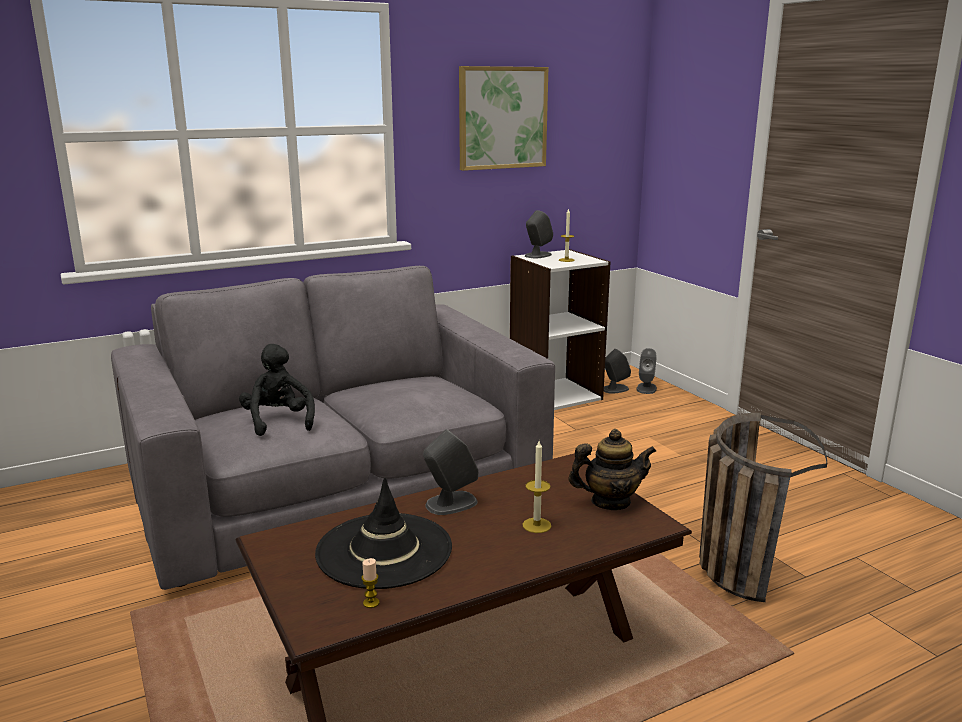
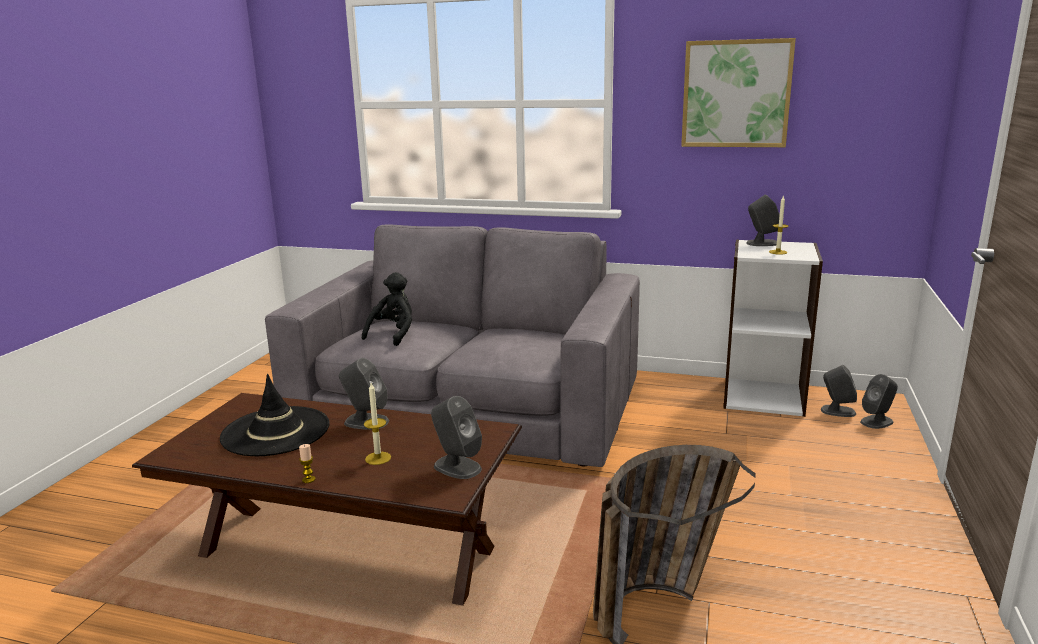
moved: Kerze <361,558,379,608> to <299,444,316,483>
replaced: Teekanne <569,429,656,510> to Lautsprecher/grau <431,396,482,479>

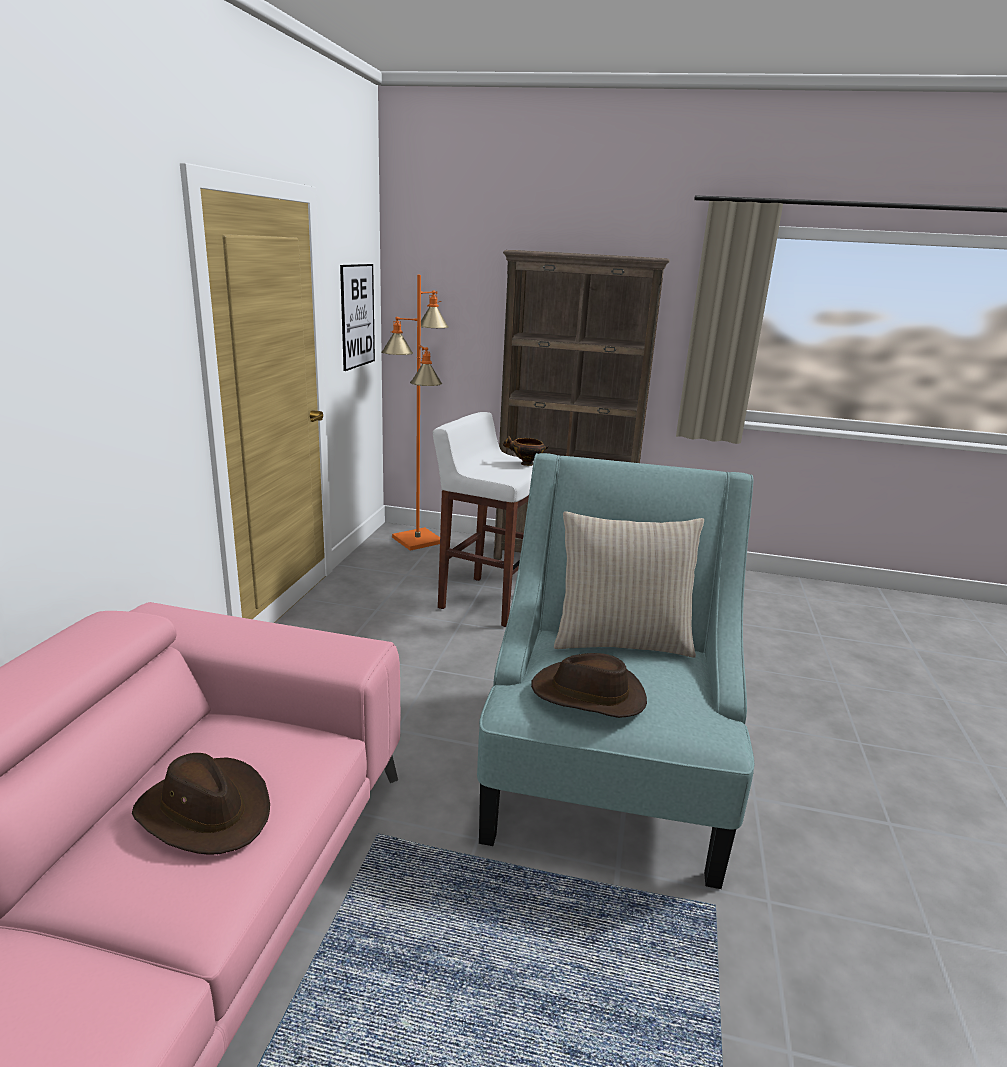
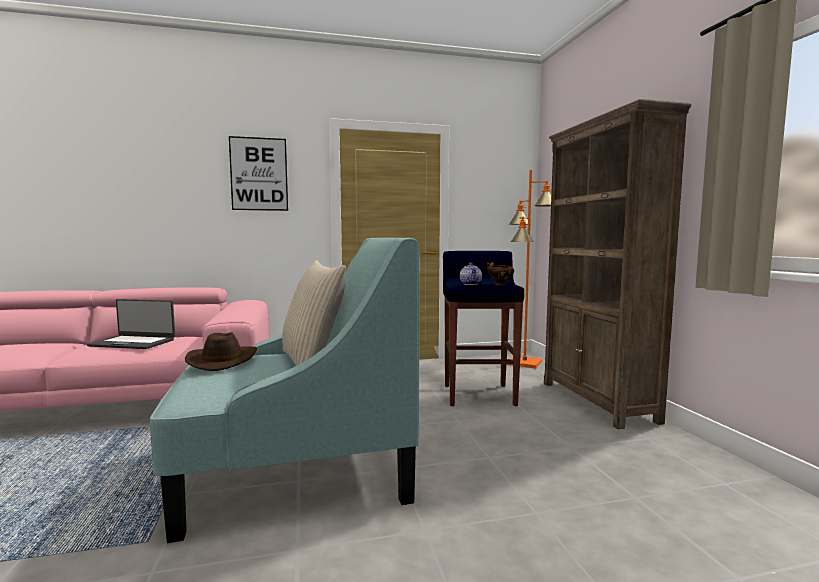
added: Teekanne <460,262,482,285>
moved: Bild <340,264,375,371> to <229,136,288,211>
replaced: Hut/braun <132,753,270,855> to Laptop <87,299,175,349>
recoloured: Hocker/weiß <433,412,534,627> to Hocker/blau <443,251,524,406>

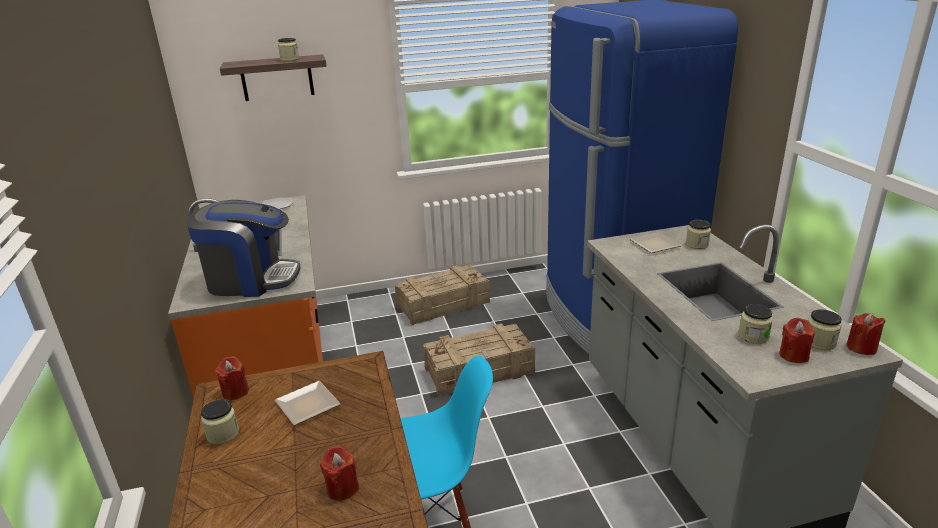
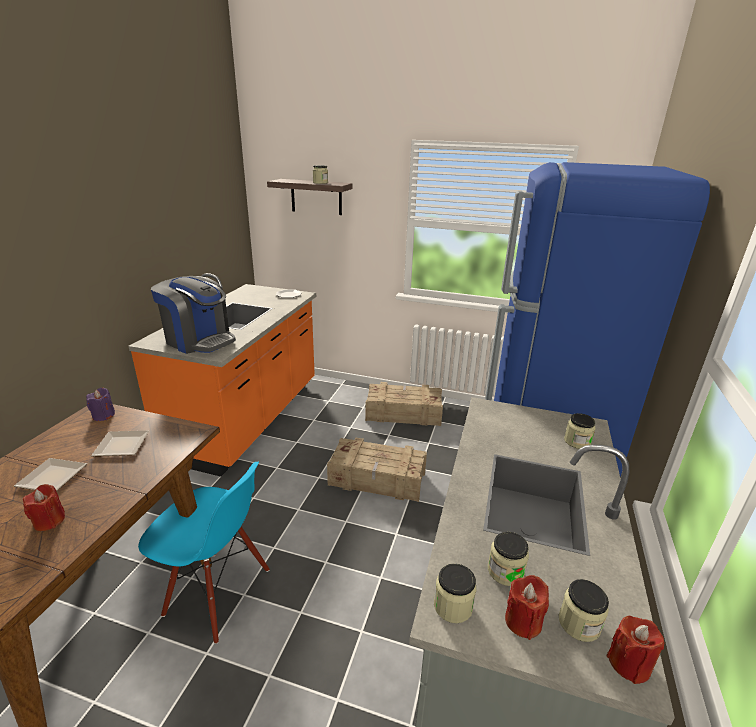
moved: Teller <630,232,682,253> to <14,458,87,491>; Vorratsglas <201,399,239,444> to <434,563,476,623>
recoloured: Kerze/rot <215,356,249,400> to Kerze/lila <86,388,115,421>

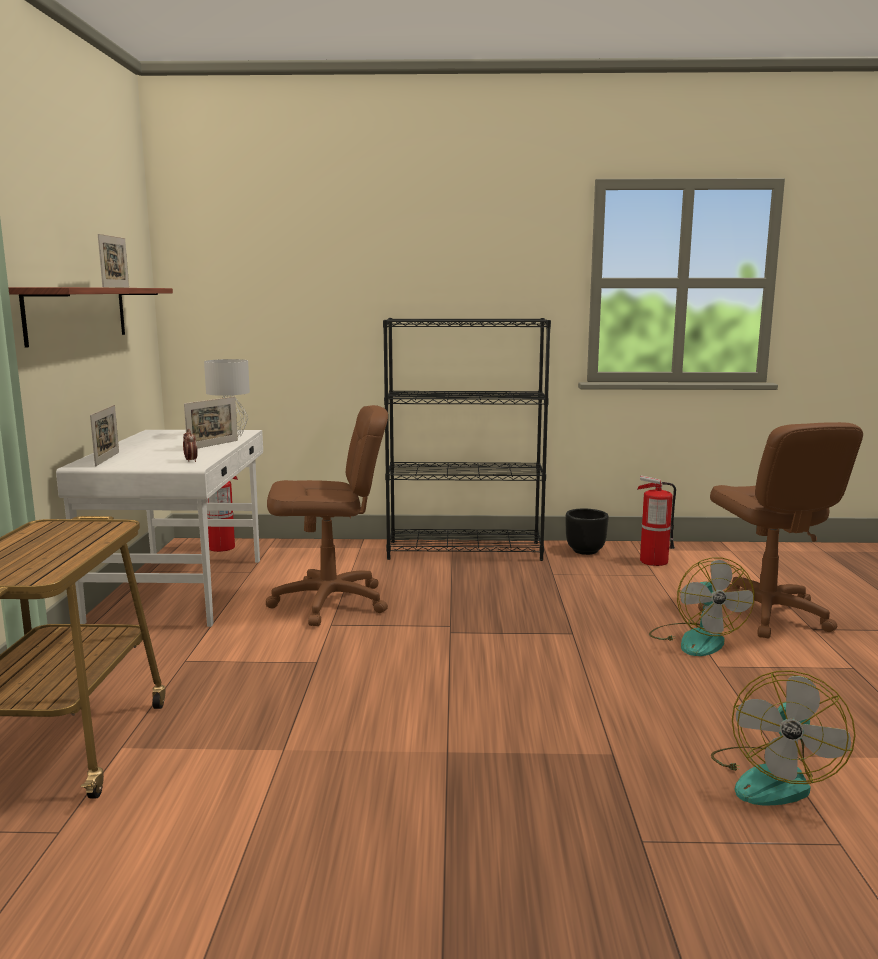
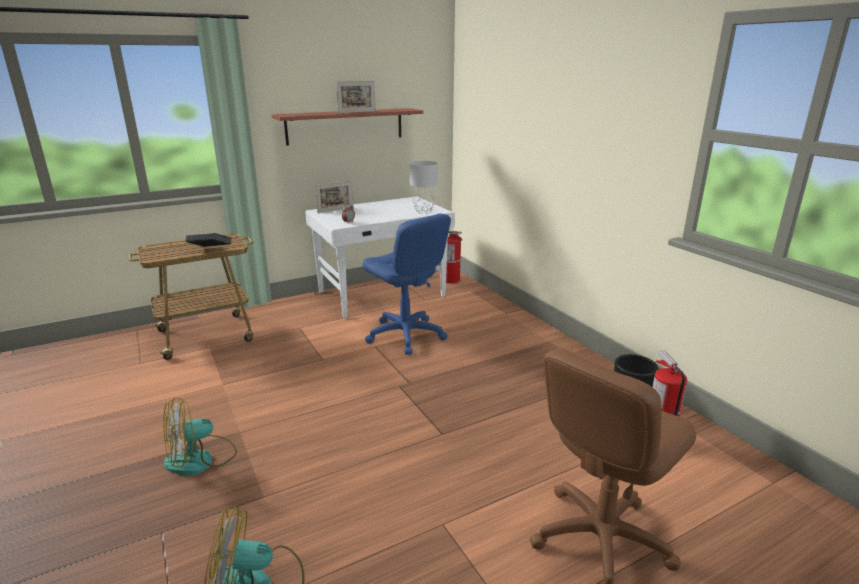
removed: Bilderrahmen <184,396,238,449>; Bücherregal/schwarz <383,318,551,561>
added: Buch <186,233,232,247>
moved: Ventilator <649,557,755,656> to <163,397,237,475>
recoloured: Bürostuhl/braun <266,405,388,626> to Bürostuhl/blau <362,213,451,355>

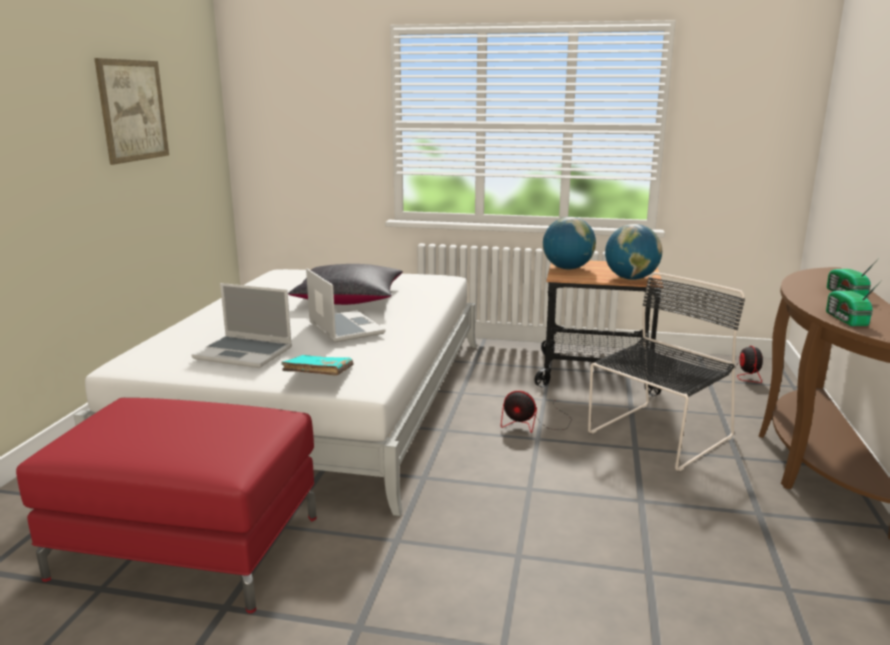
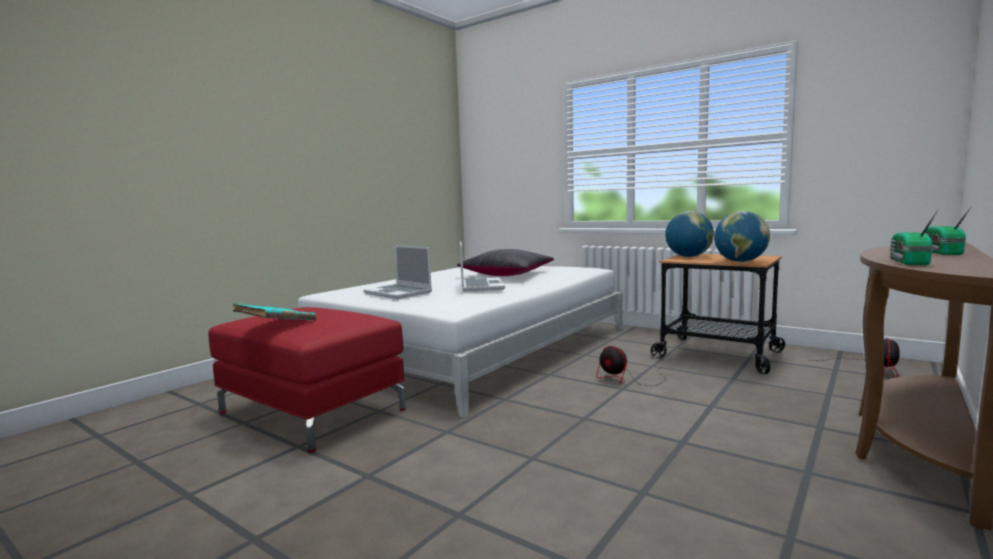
removed: Bild <94,58,169,165>; Stuhl/schwarz <588,272,745,471>
moved: Buch/türkis <281,355,353,376> to <232,303,316,321>

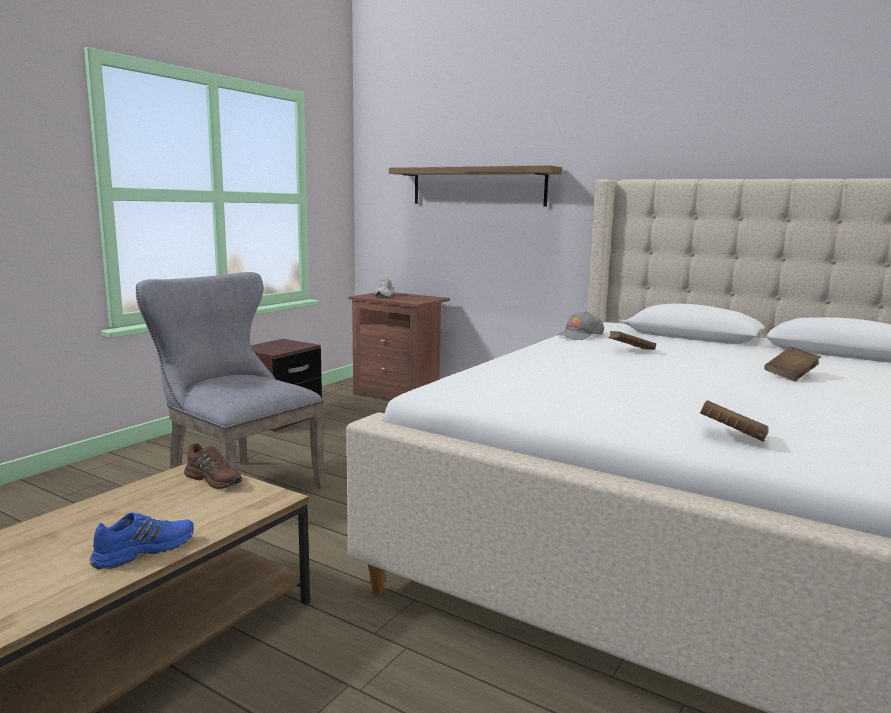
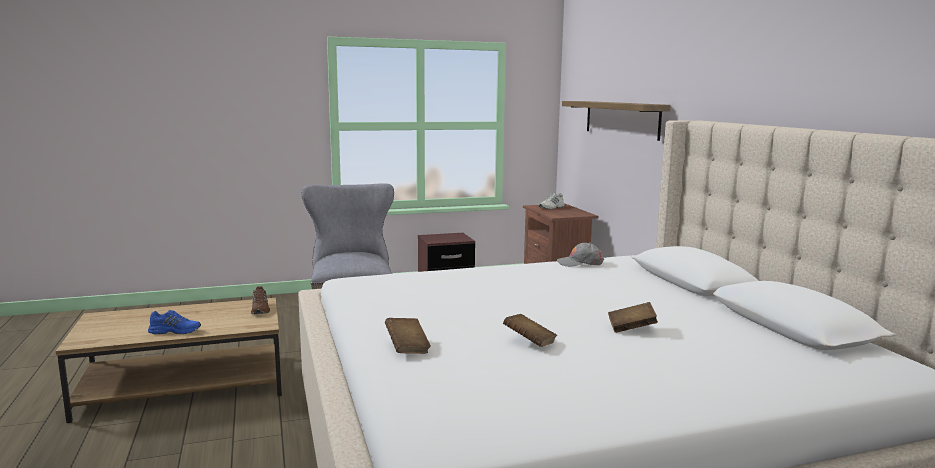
moved: Buch/braun <608,331,656,350> to <503,314,557,347>

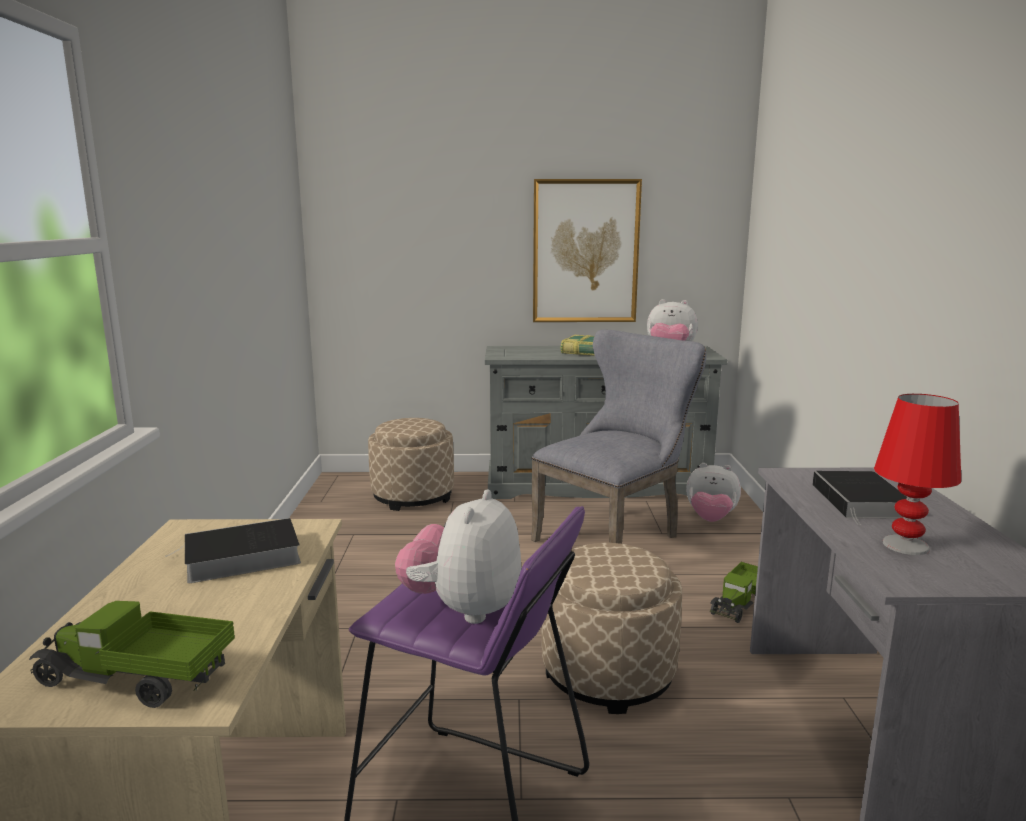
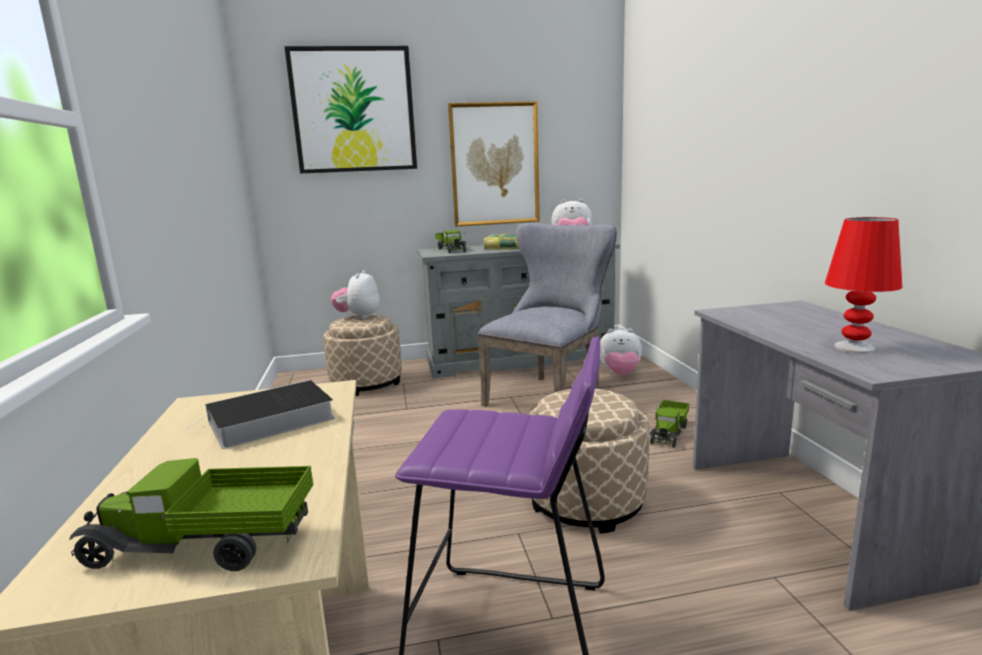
removed: Buch <812,471,907,525>
added: Bild <284,46,417,173>; Spielzeuglaster <435,230,466,253>
moved: Plüschtier <395,489,522,624> to <331,270,380,319>

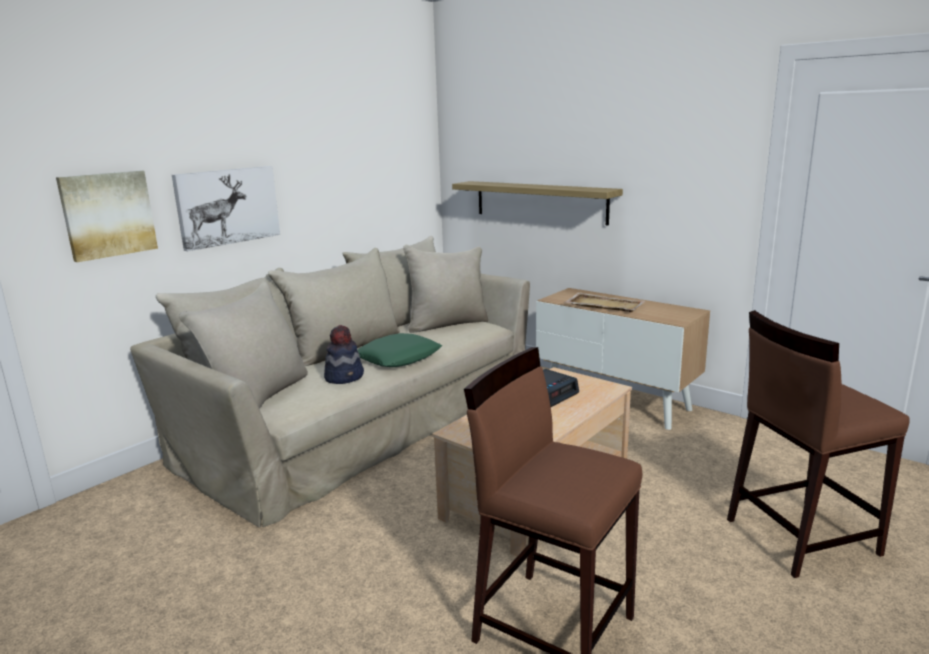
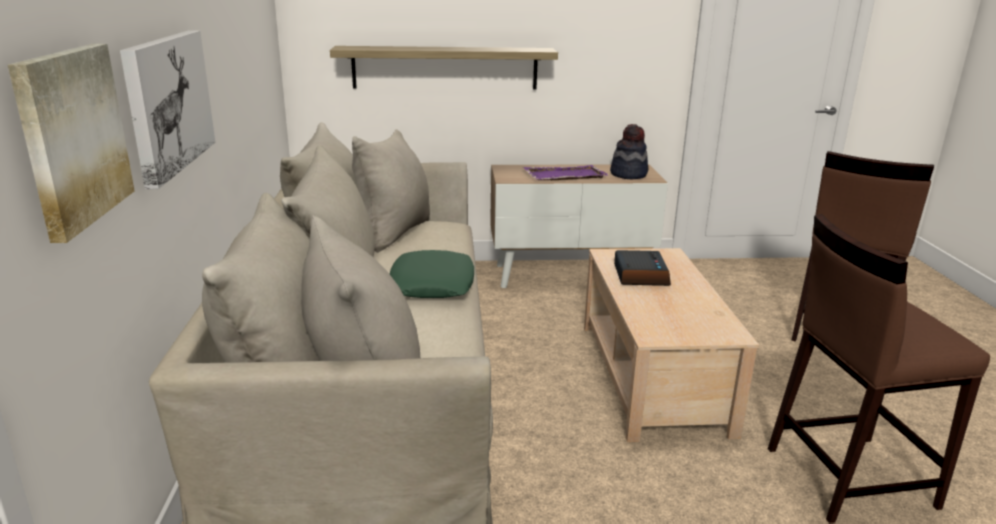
moved: Hut <324,325,364,384> to <610,124,649,179>
recoloured: Tablett/beige <564,292,645,312> to Tablett/lila <523,165,608,180>

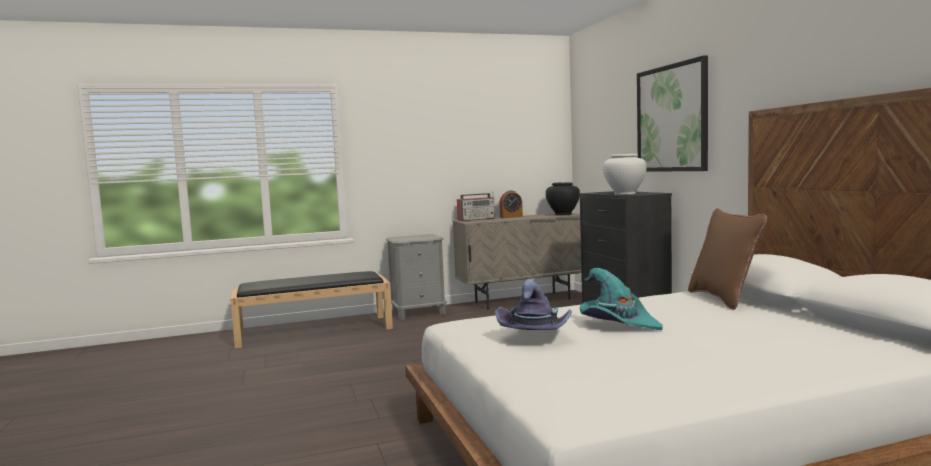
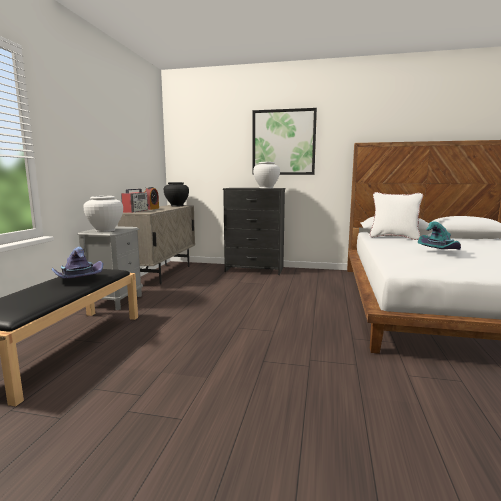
added: Vase/weiß <83,196,123,232>
moved: Hut/lila <495,280,572,330> to <51,247,103,279>
recoloured: Kissen/braun <688,208,767,310> to Kissen/weiß <370,192,423,240>

